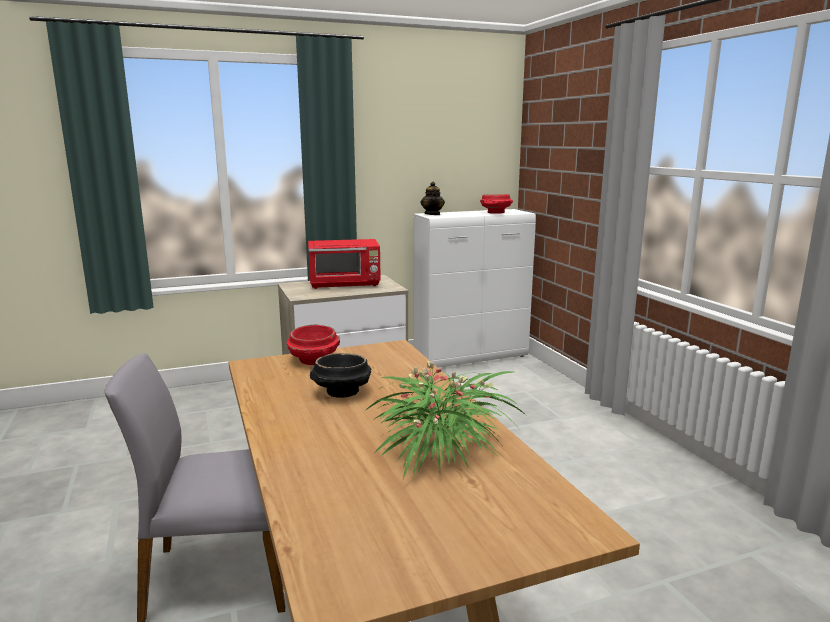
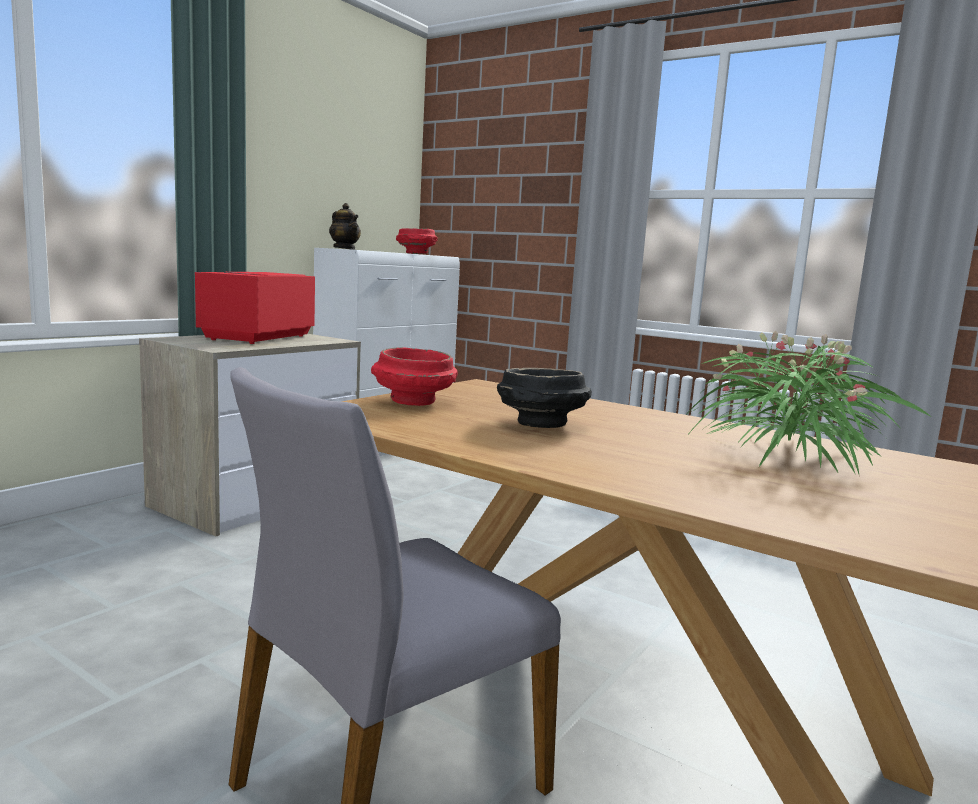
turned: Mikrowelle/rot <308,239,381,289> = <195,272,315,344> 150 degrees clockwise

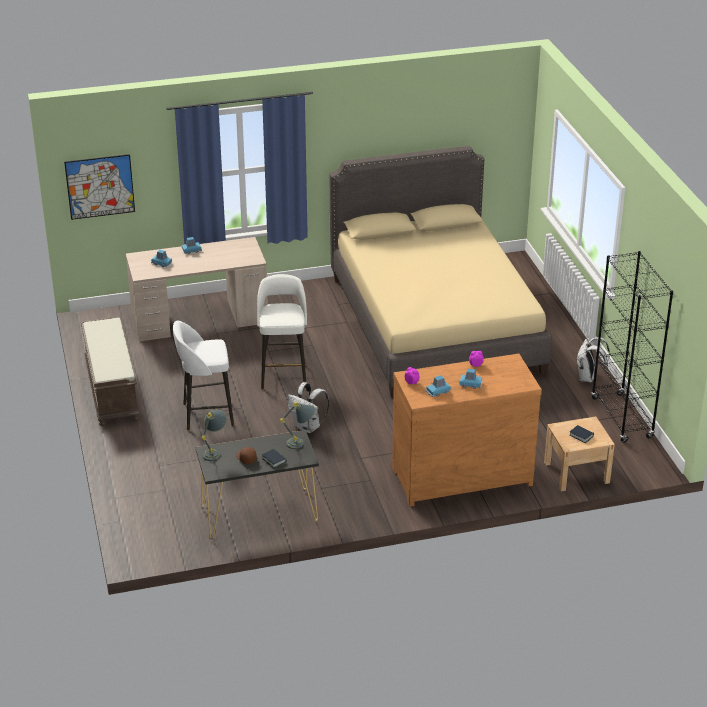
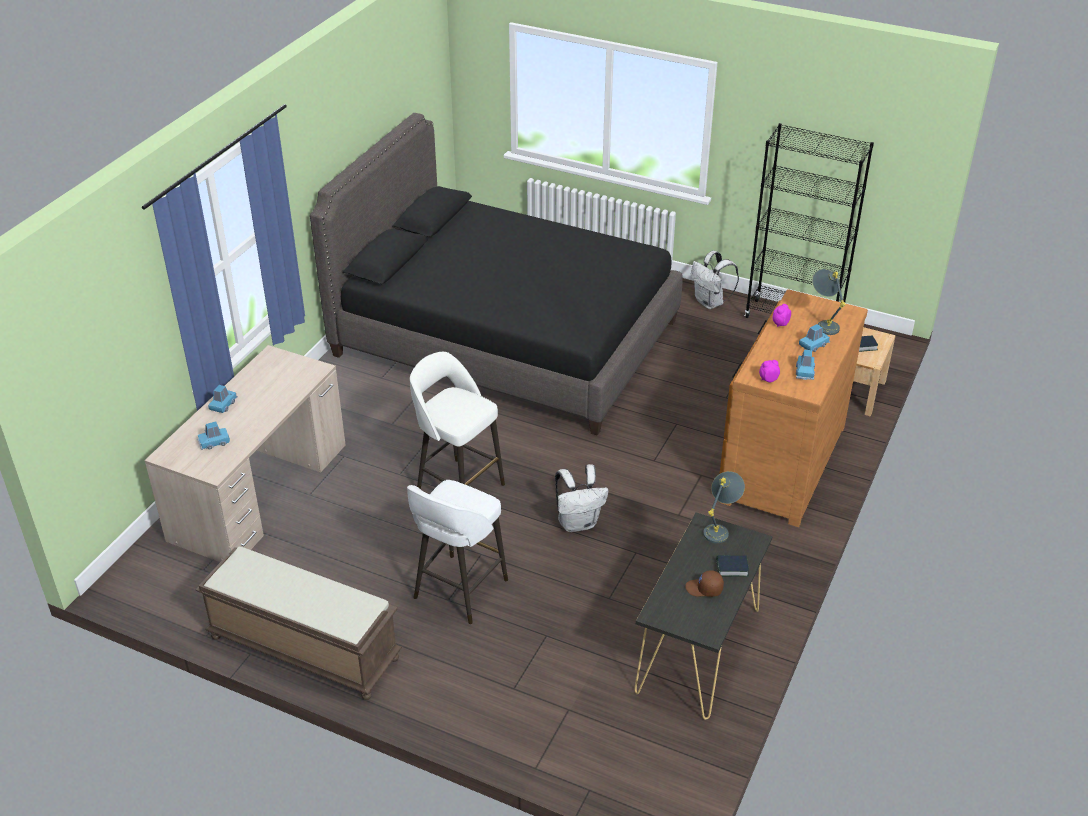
removed: Bild <64,154,135,220>
moved: Tischlampe/grau <201,410,227,461> to <812,269,846,335>
recoloured: Bett/beige <329,146,552,398> to Bett/schwarz <310,113,683,436>

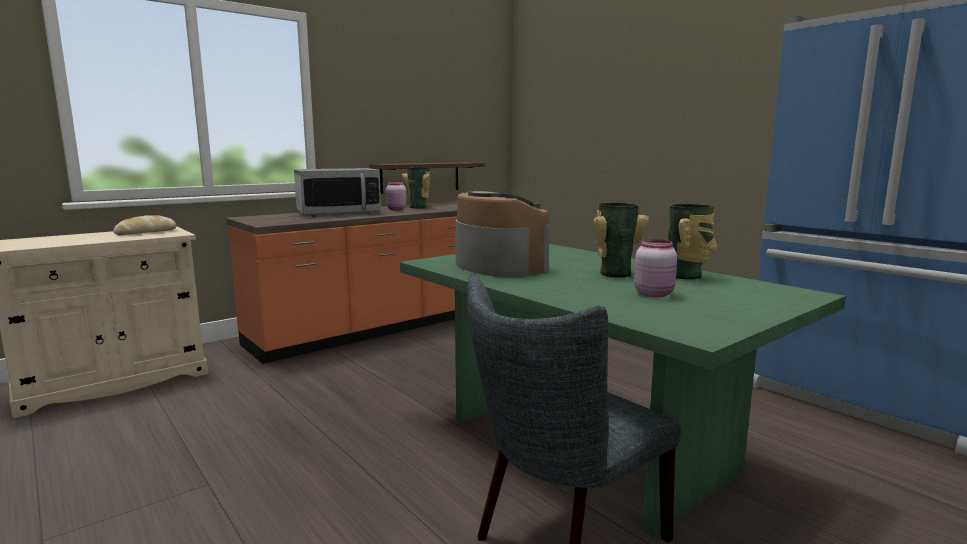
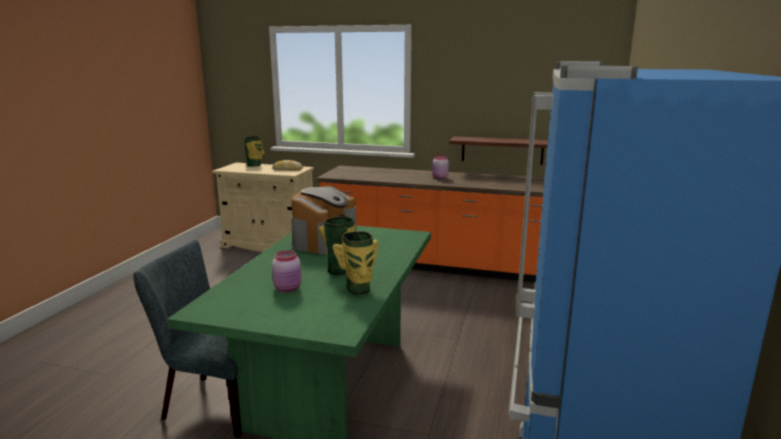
removed: Mikrowelle <294,168,381,216>
moved: Vase <402,167,430,209> to <244,136,265,167>

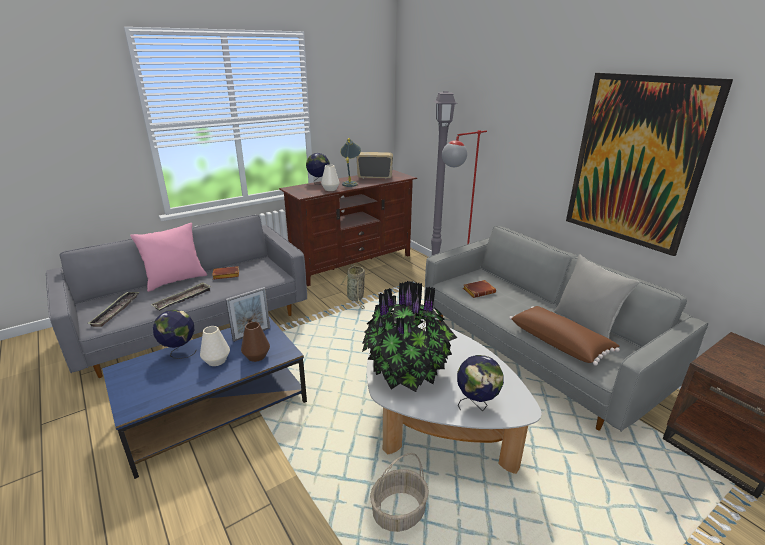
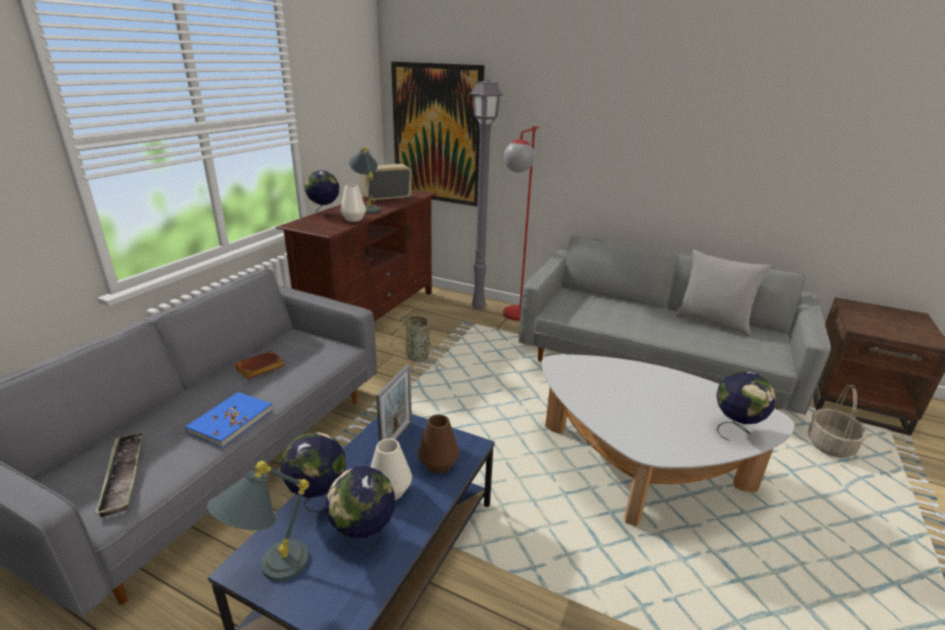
removed: Kissen/rosa <130,223,207,292>; Topfpflanze <362,281,457,392>; Buch/braun <463,280,496,298>; Kissen/braun <509,306,620,366>
added: Tischlampe/grau <207,461,309,581>; Globus <325,466,395,553>
moved: Bild <566,73,733,256> to <391,62,485,206>; Korb <370,453,429,532> to <808,385,867,458>
replaced: Tablett <151,282,211,311> to Buch/blau <185,392,273,448>

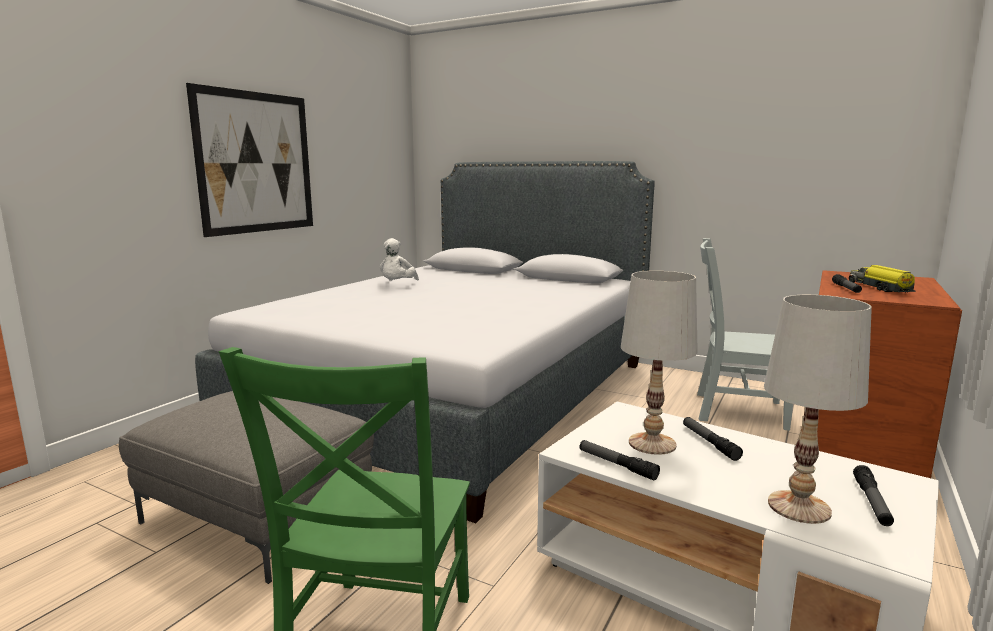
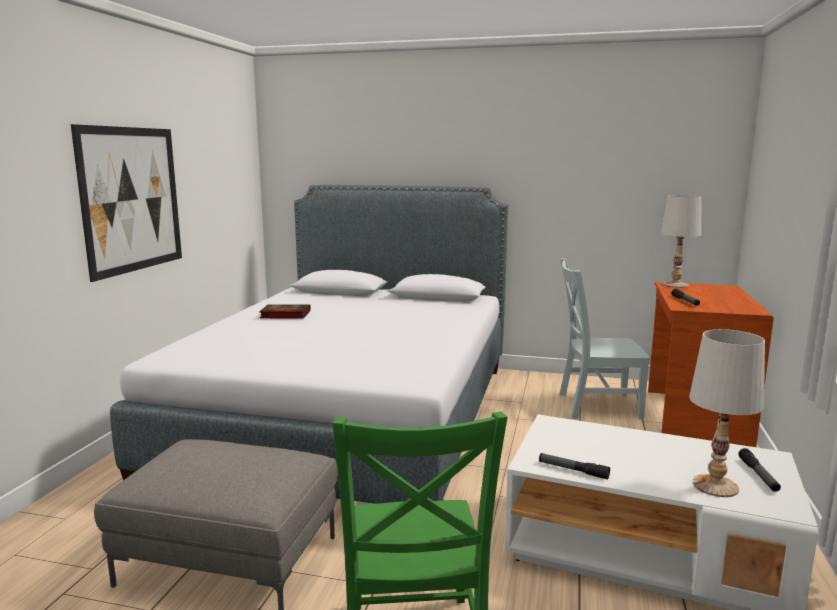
removed: Taschenlampe <683,417,743,461>; Spielzeuglaster <849,265,916,292>
moved: Tischlampe/weiß <621,271,698,455> to <661,195,701,288>
replaced: Plüschtier/weiß <380,238,419,281> to Buch <259,305,311,318>

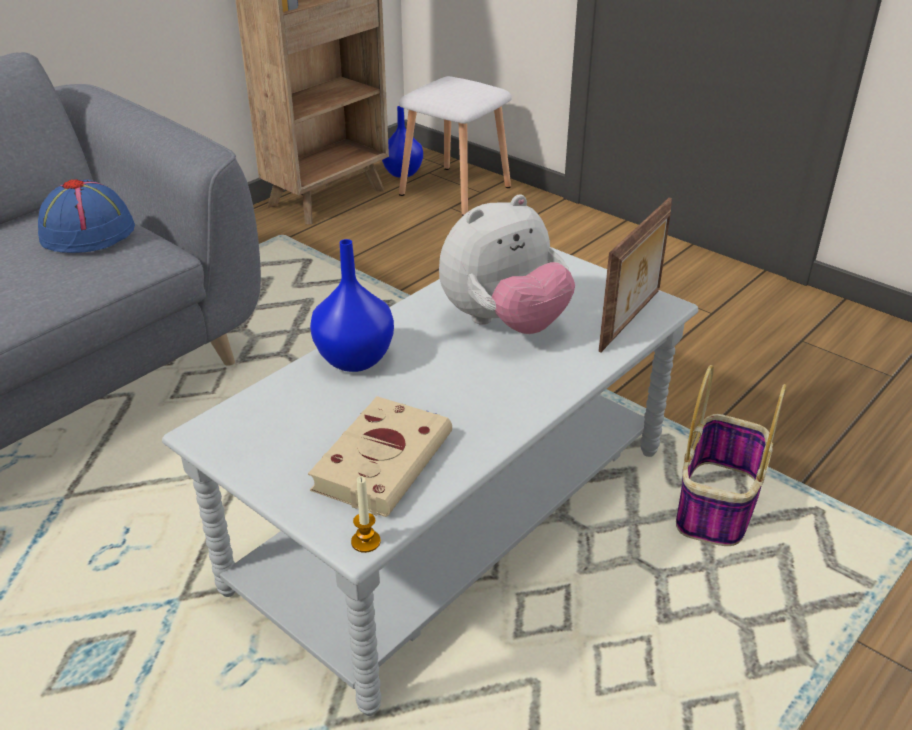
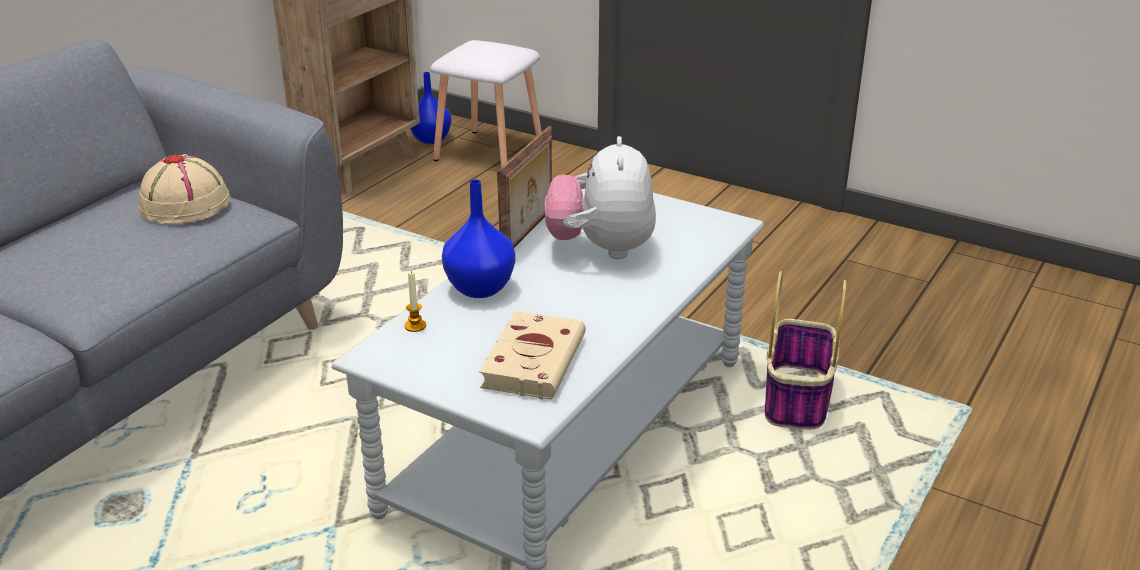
moved: Kerze <351,476,381,553> to <404,271,426,332>; Bilderrahmen <598,198,672,352> to <497,126,552,248>
recoloured: Hut/blau <38,179,135,253> to Hut/beige <139,154,230,224>
turned: Plüschtier <439,194,575,334> = <545,136,656,259> 135 degrees clockwise

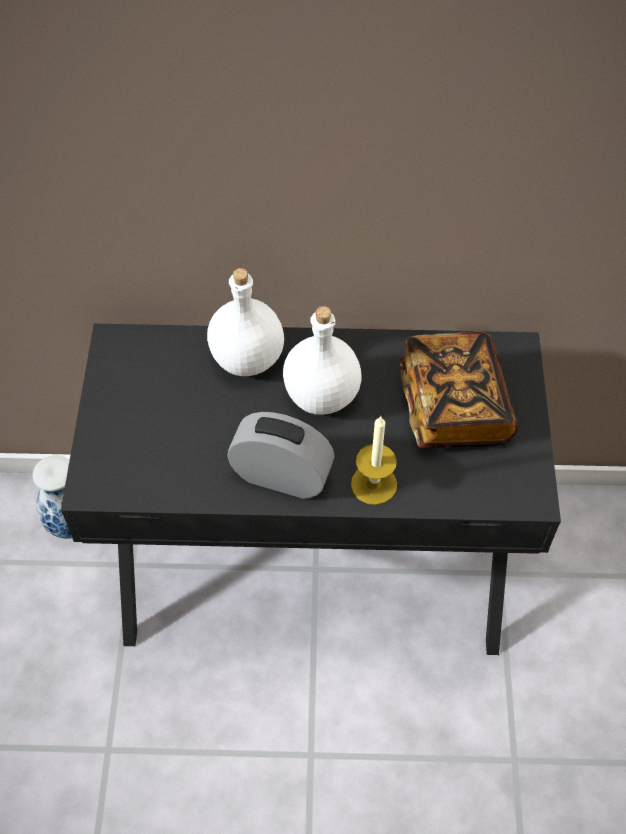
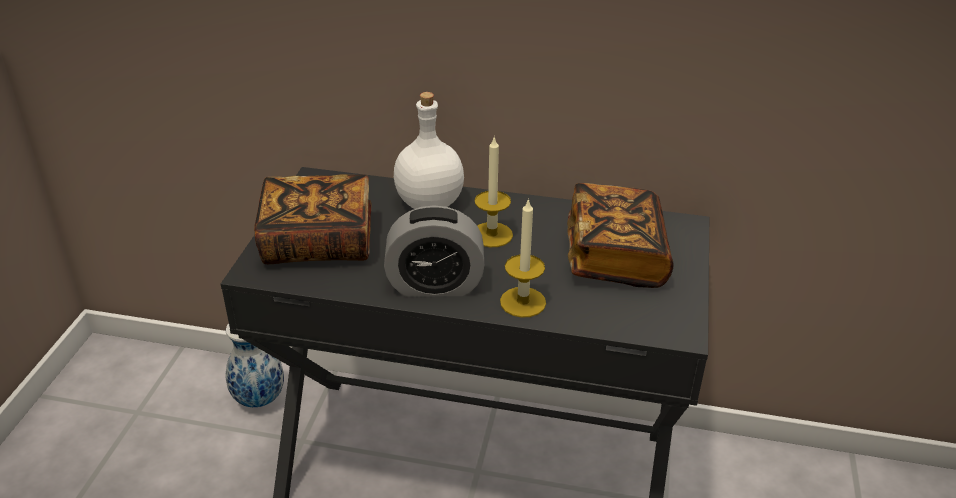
added: Buch <254,174,371,264>
replaced: Flasche/weiß <283,306,362,415> to Kerze <475,136,513,247>
turned: Wecker <227,412,335,499> = <384,205,484,297> 150 degrees clockwise

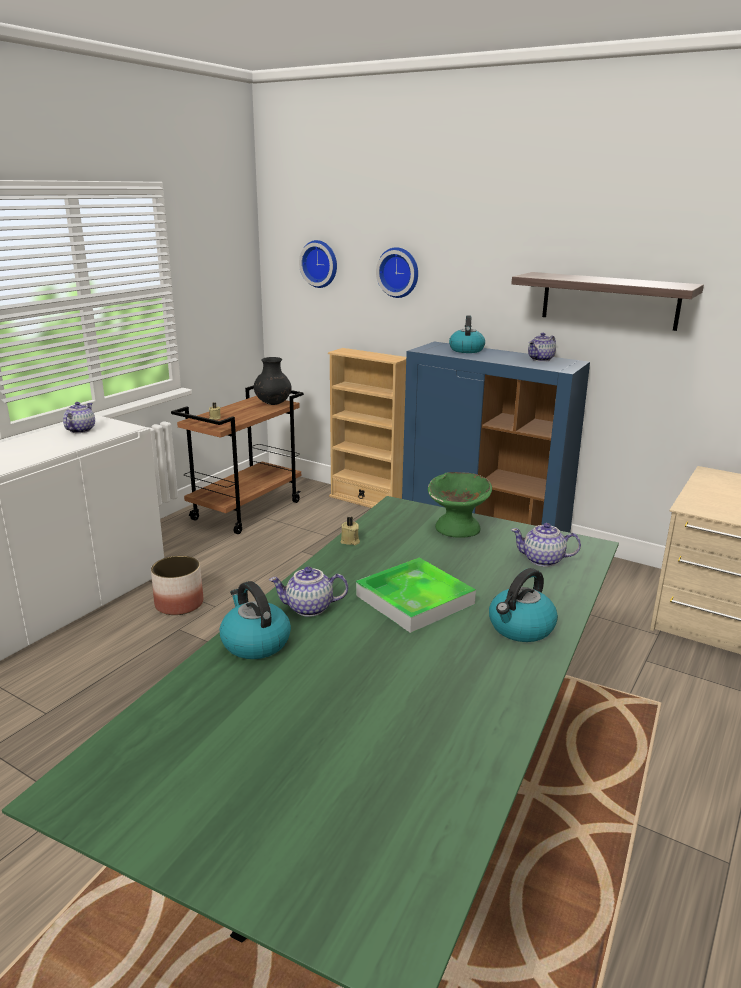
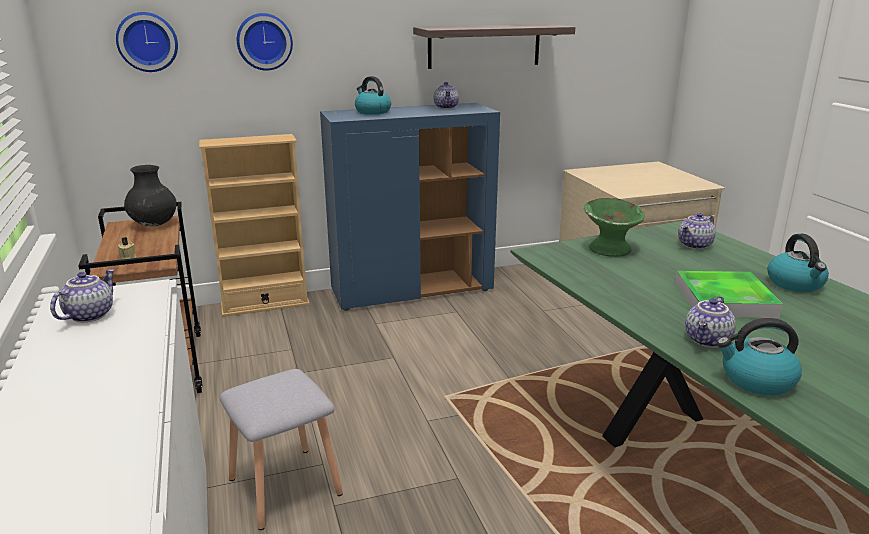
removed: Kerze/beige <341,517,360,545>
replaced: Pflanzkübel <151,556,203,615> to Hocker/grau <220,369,343,530>
turned: Teekanne <63,402,95,433> = <50,269,115,322> 60 degrees clockwise

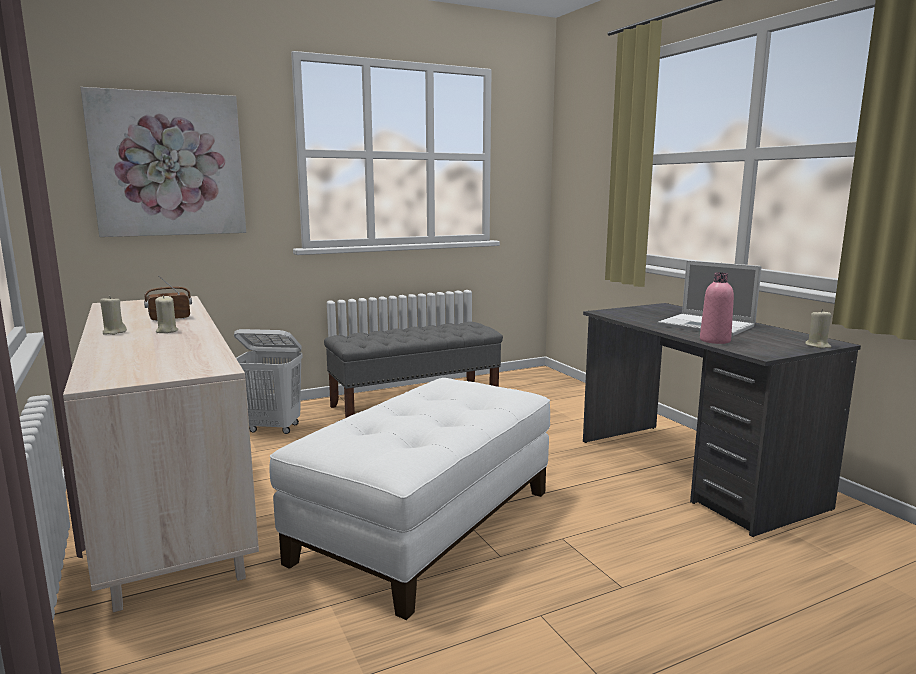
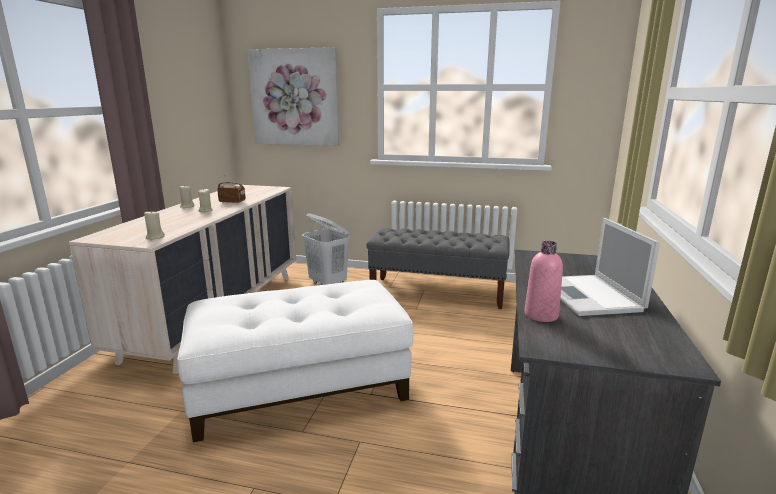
moved: Kerze/beige <805,309,832,348> to <144,211,165,240>

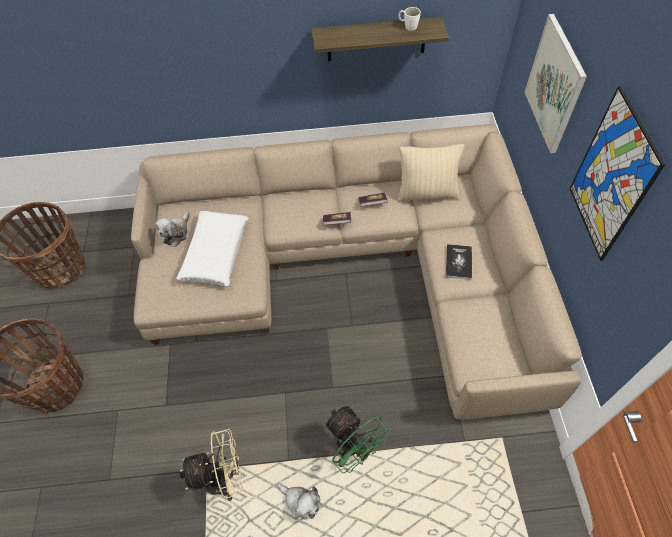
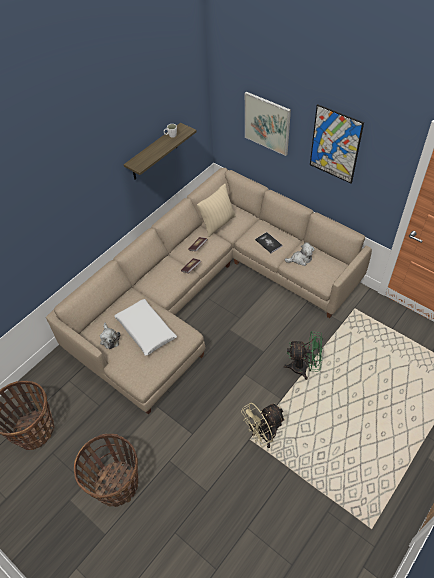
moved: Plüschtier <277,483,321,520> to <284,242,315,266>
turned: Ventilator/beige <180,429,243,501> = <241,403,286,448> 150 degrees counterclockwise

